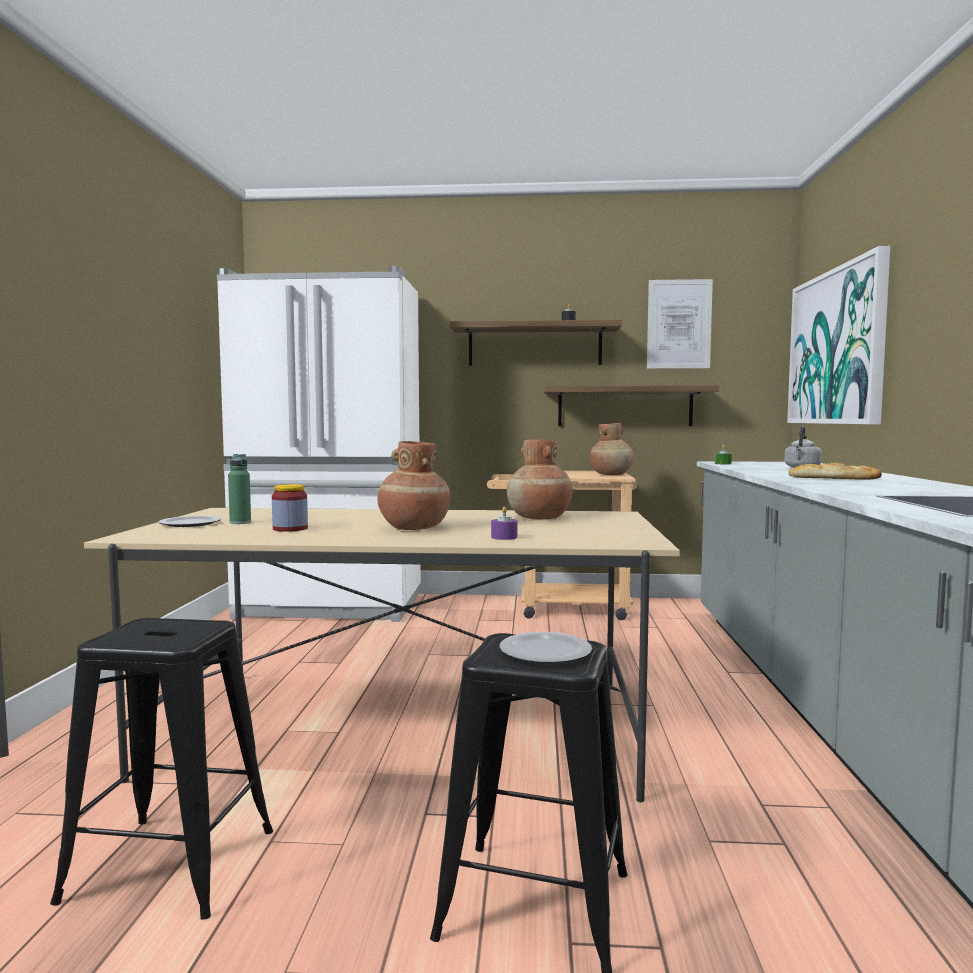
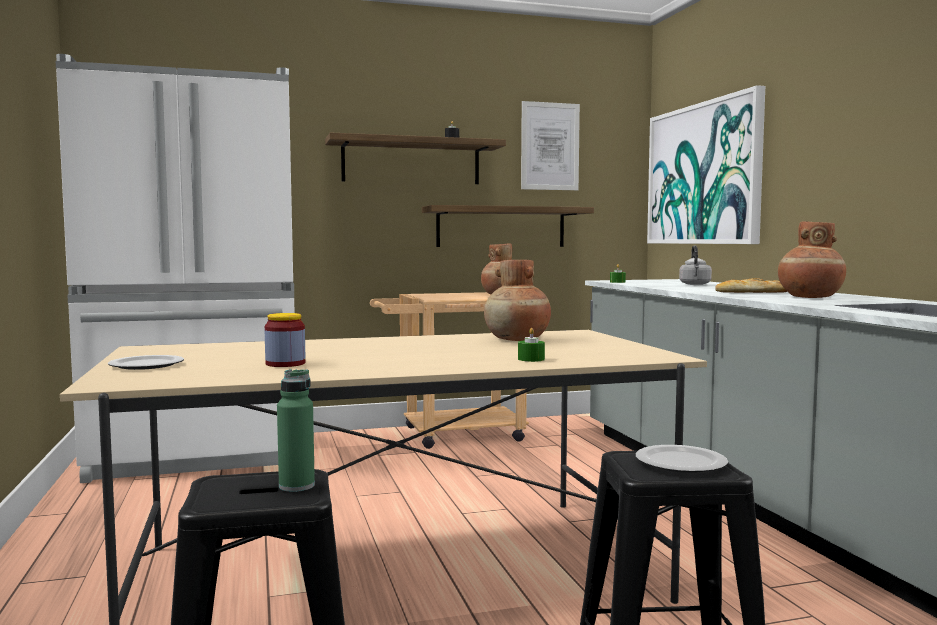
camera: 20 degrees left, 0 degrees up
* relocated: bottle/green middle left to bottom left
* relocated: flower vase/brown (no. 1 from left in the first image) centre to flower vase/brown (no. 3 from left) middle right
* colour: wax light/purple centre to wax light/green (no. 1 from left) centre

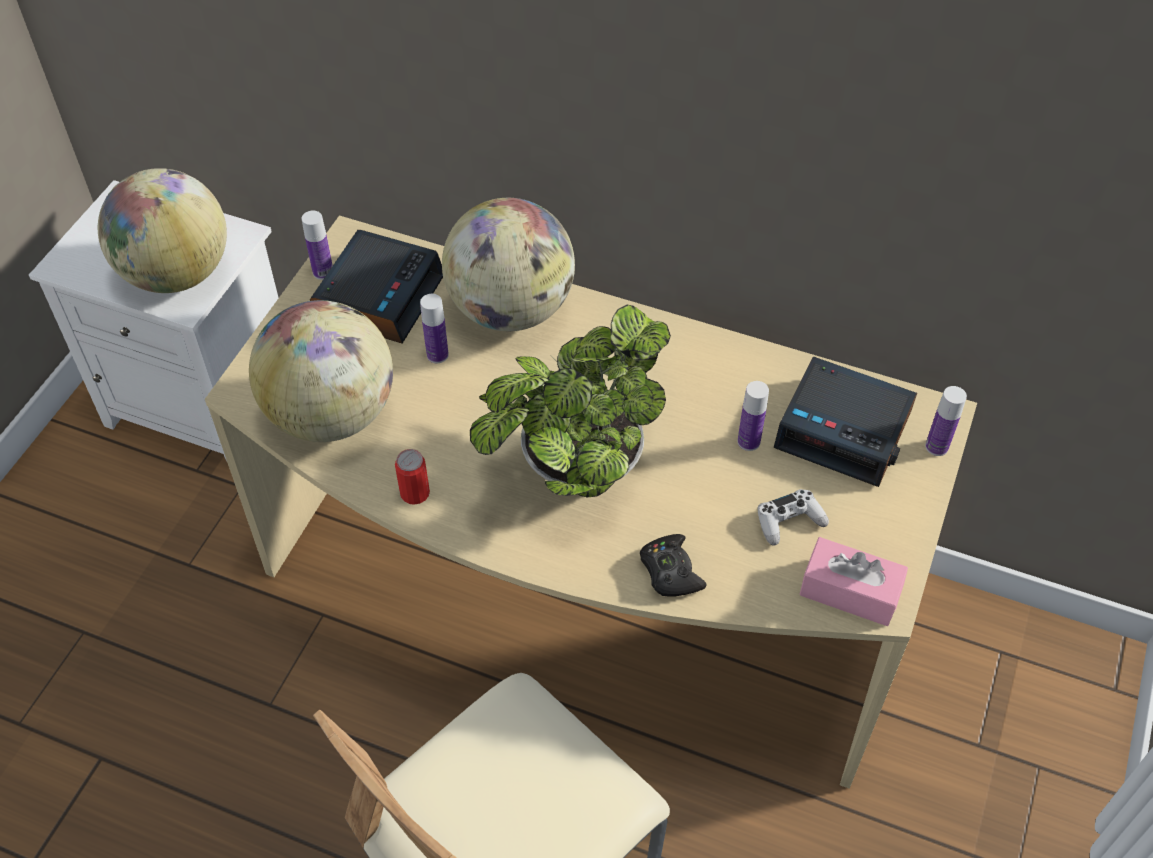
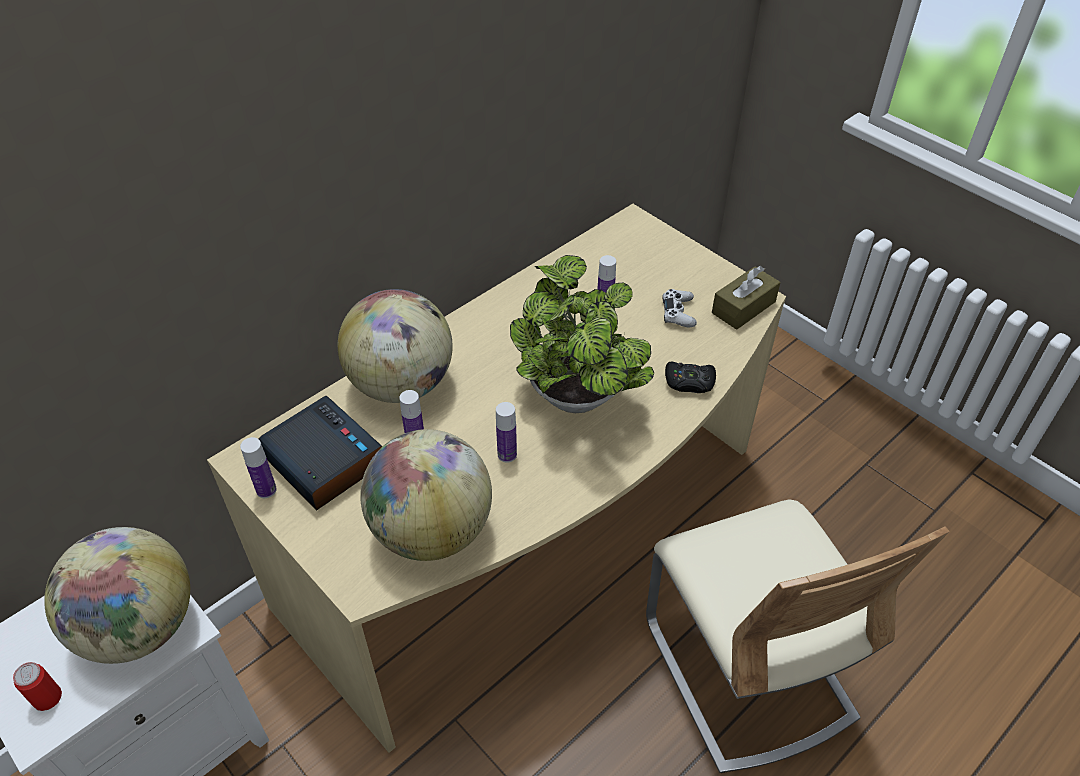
camera: 65 degrees left, 5 degrees down
* missing: table clock (no. 2 from left) middle right
* relocated: can centre to bottom left
* relocated: bottle (no. 4 from left in the first image) middle right to bottle (no. 3 from left) centre
* colour: tissue holder/pink bottom right to tissue holder/brown middle right

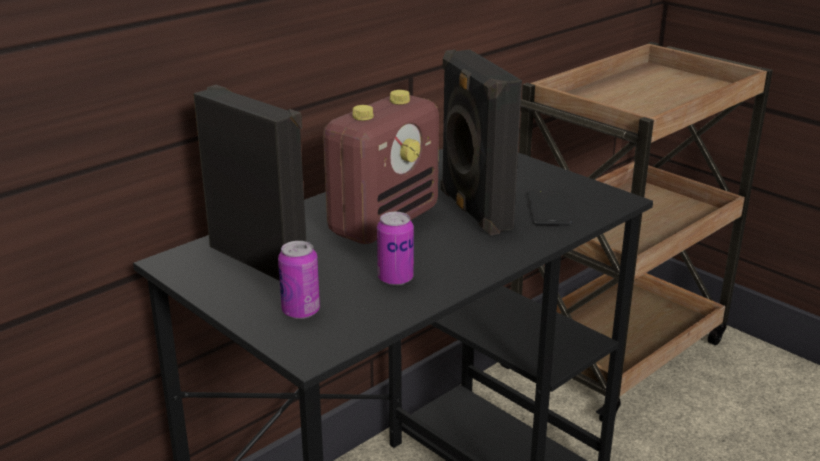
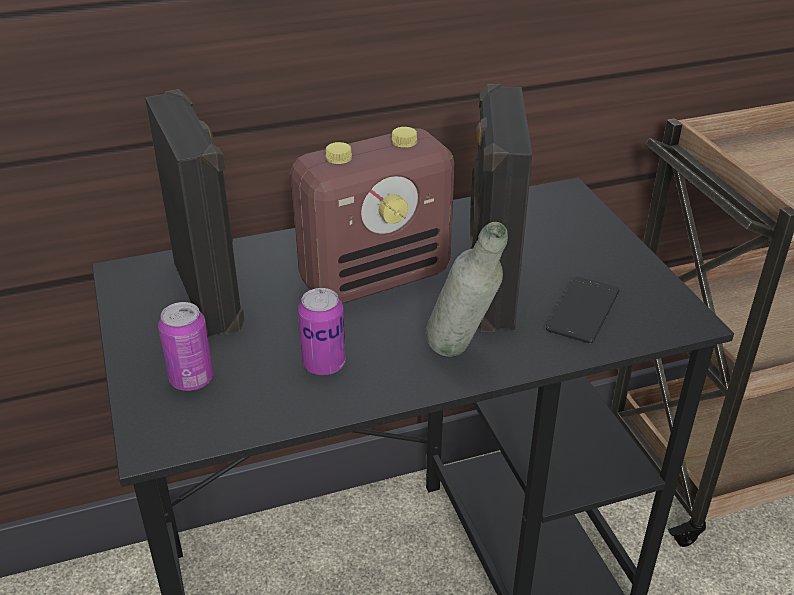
camera: 25 degrees right, 10 degrees up
* appeared: bottle/grey centre

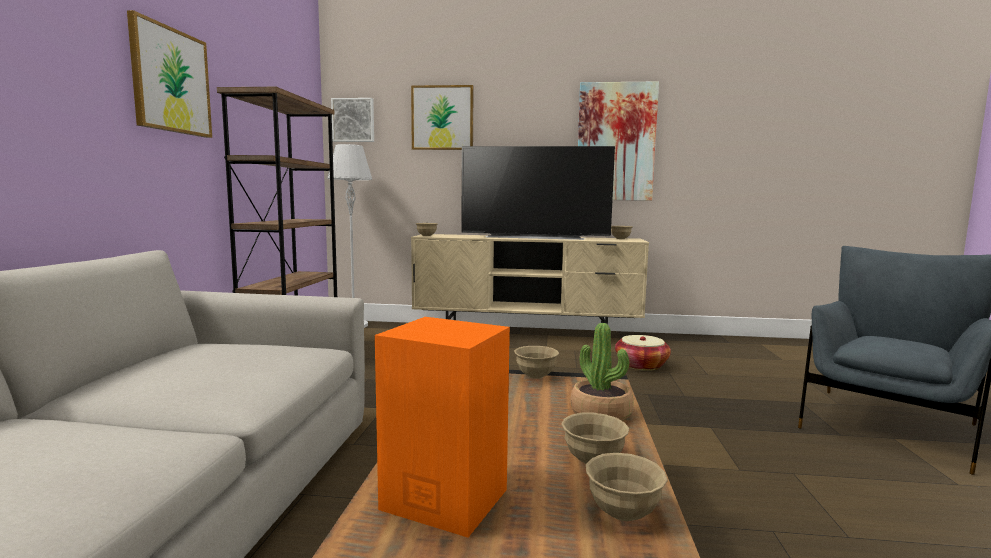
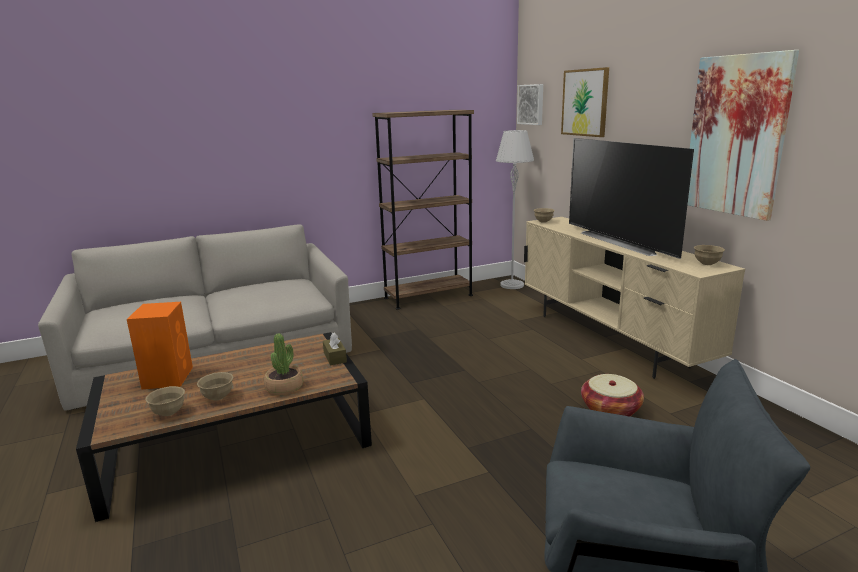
camera: 60 degrees right, 10 degrees up
* missing: picture (no. 1 from left) top left
* exchanged: deep dish/beige (no. 2 from left) centre to tissue holder/brown centre

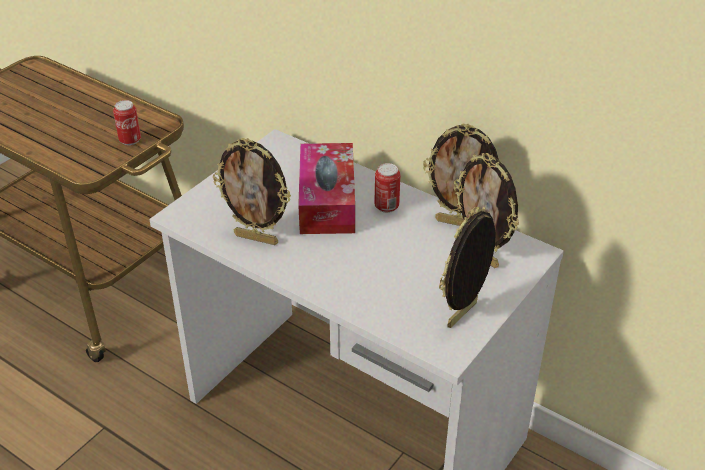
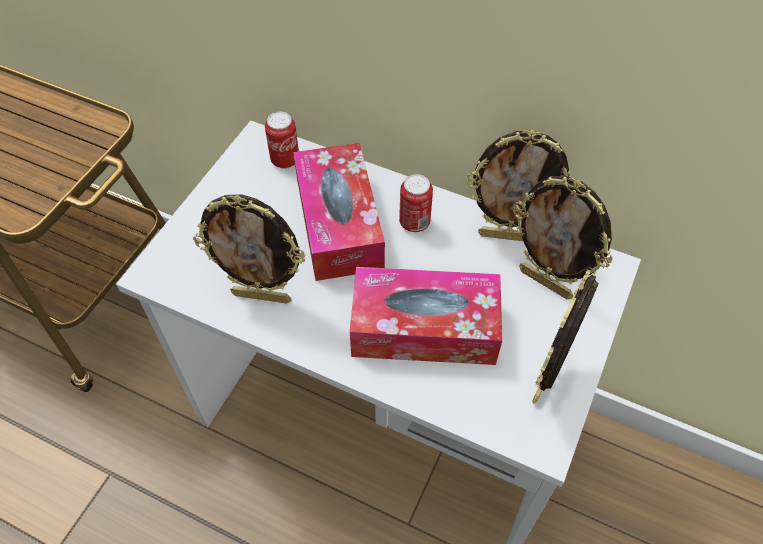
camera: 10 degrees left, 15 degrees up
* appeared: tissue holder (no. 2 from left) centre
* relocated: can (no. 1 from left) top left to top centre

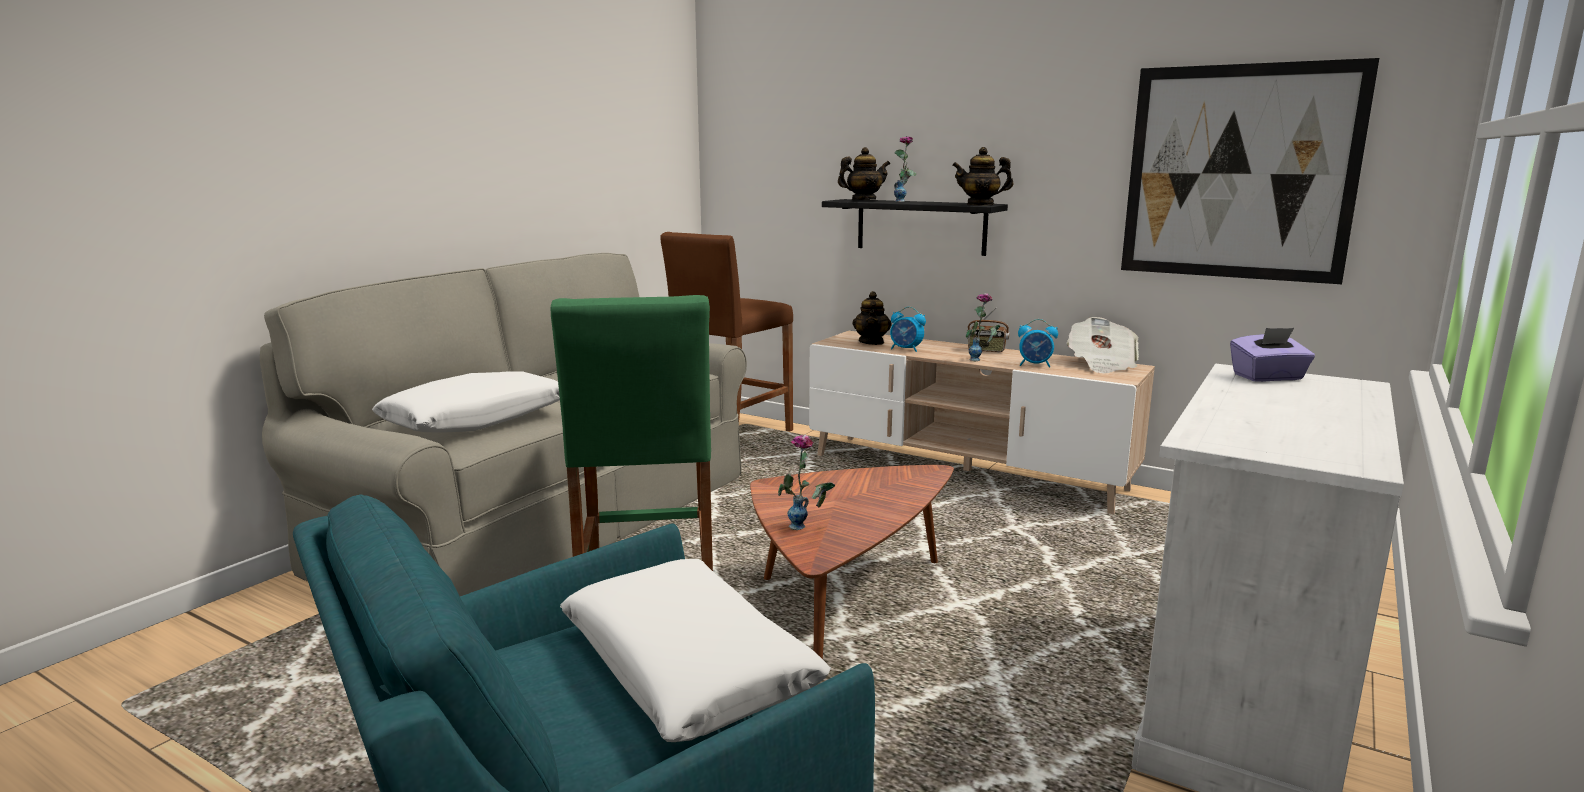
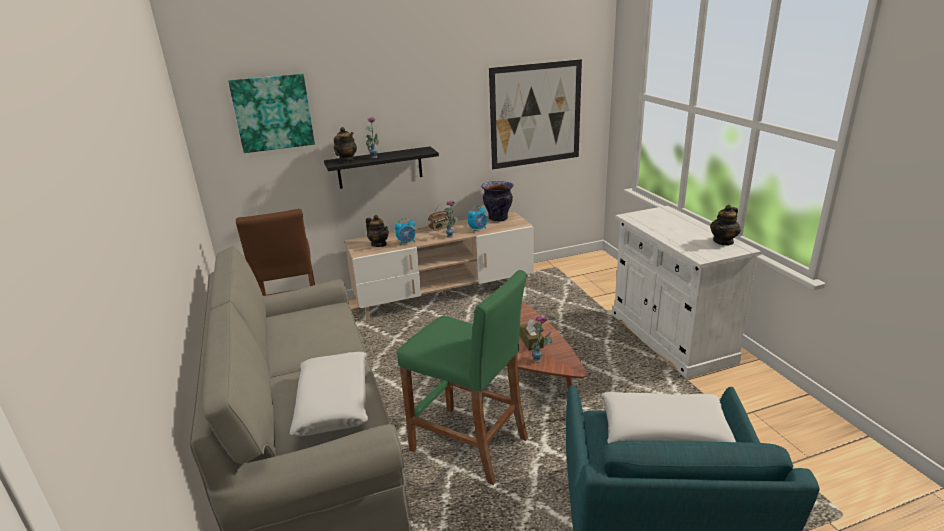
camera: 50 degrees left, 10 degrees up
* missing: tissue holder/purple middle right
* appeared: picture (no. 1 from left) top left
* appeared: tissue holder/brown centre
* relocated: pot for tea (no. 3 from left) top centre to middle right
* exchanged: newspaper middle right to flower vase (no. 3 from left) centre

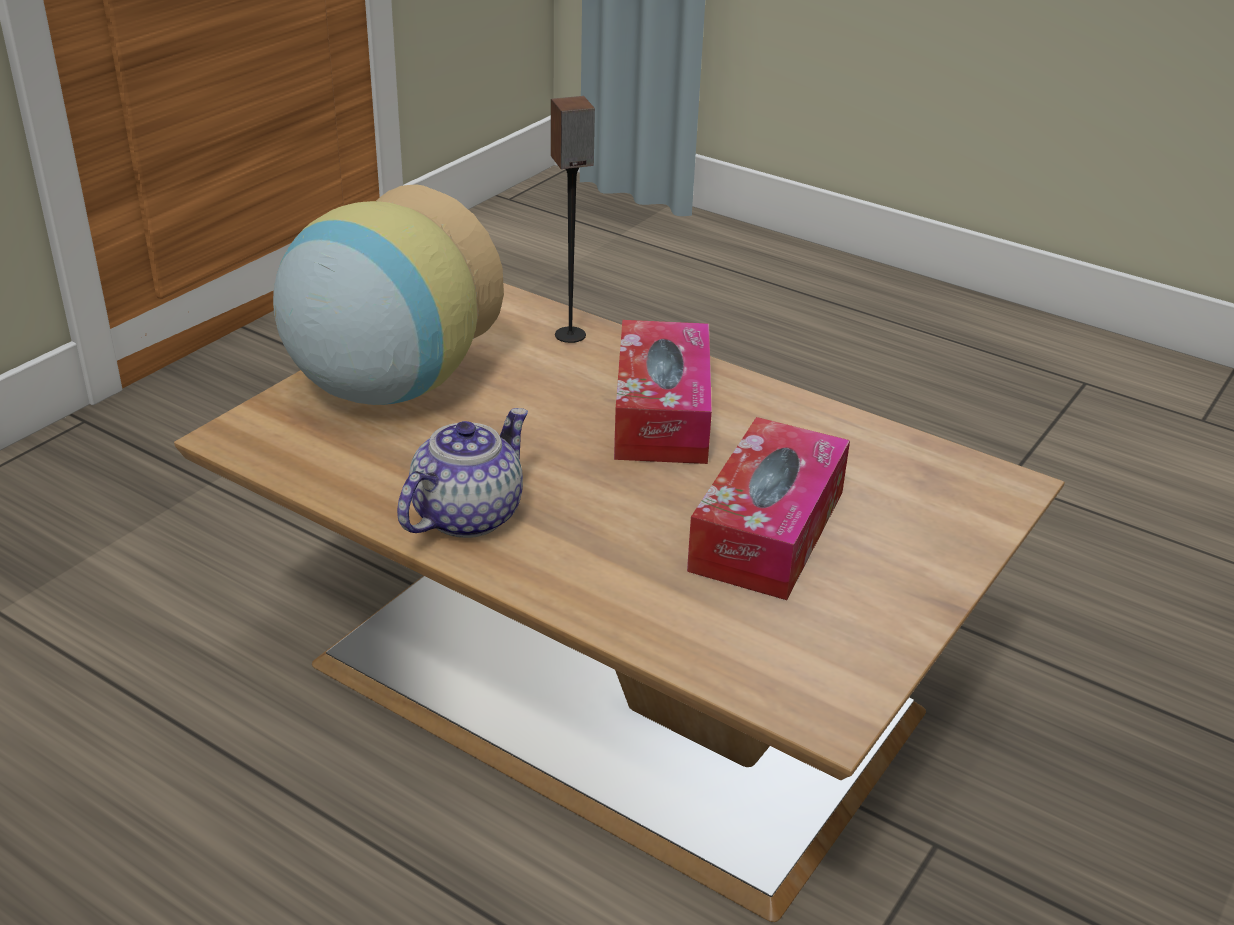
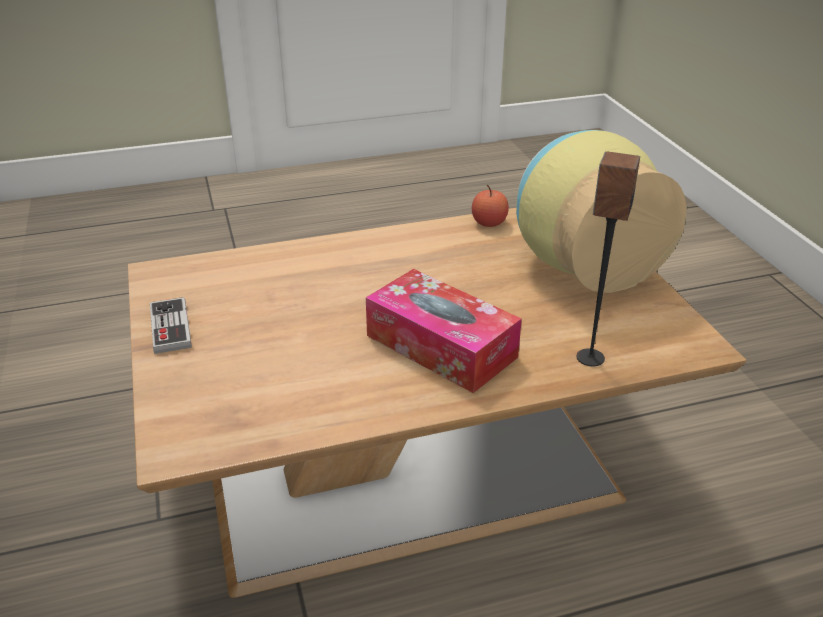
camera: 130 degrees right, 0 degrees up
* missing: pot for tea centre
* missing: tissue holder (no. 2 from left) centre
* appeared: game controller middle left
* appeared: apple fruit top centre

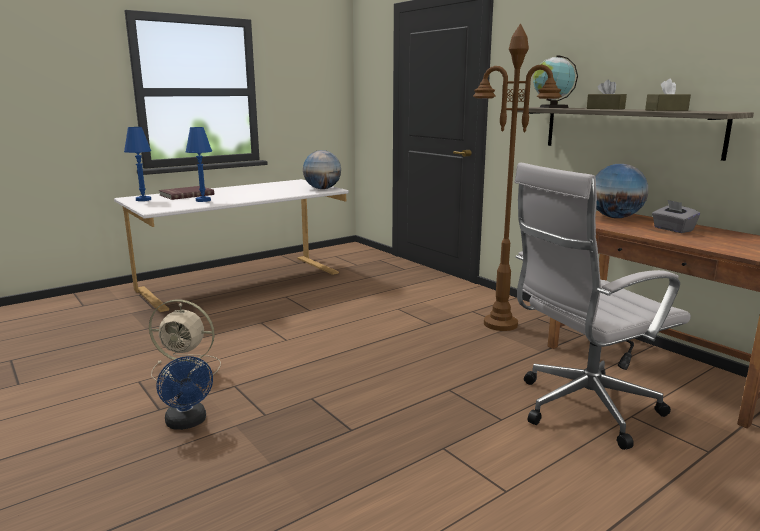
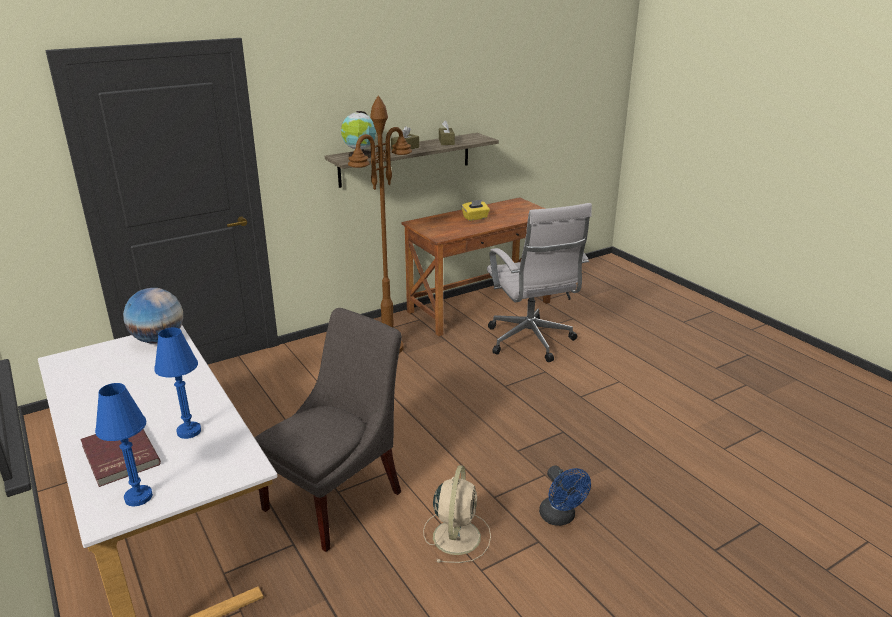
camera: 85 degrees left, 10 degrees up
* missing: desk globe (no. 3 from left) middle right
* appeared: chair/grey bottom centre
* colour: tissue holder/grey middle right to tissue holder/yellowish centre
* spun: cooling fan/blue-coloured bottom left = bottom centre 90 degrees clockwise

